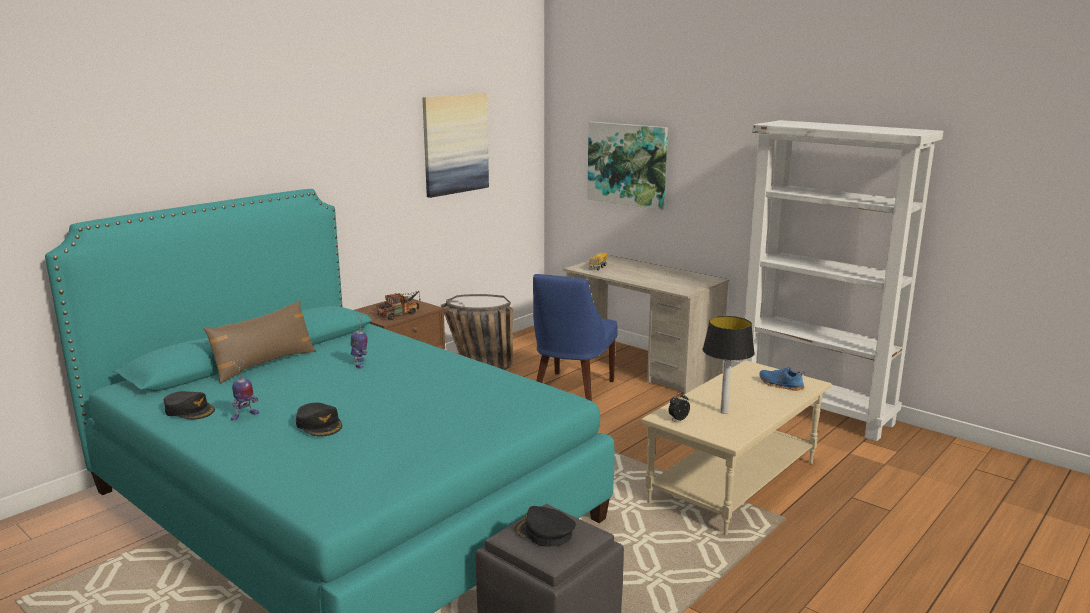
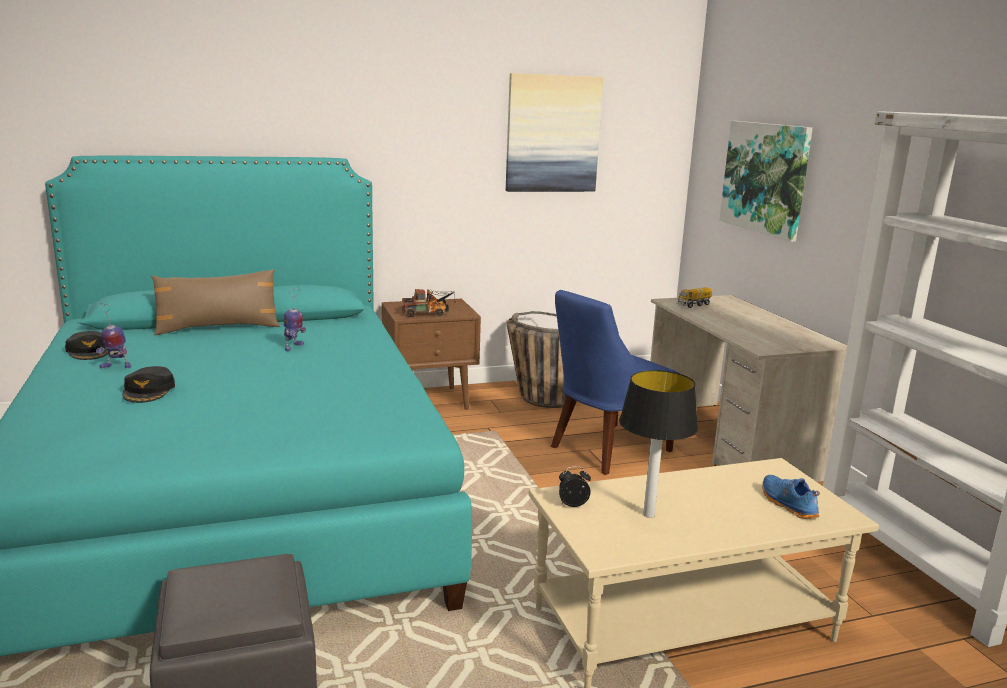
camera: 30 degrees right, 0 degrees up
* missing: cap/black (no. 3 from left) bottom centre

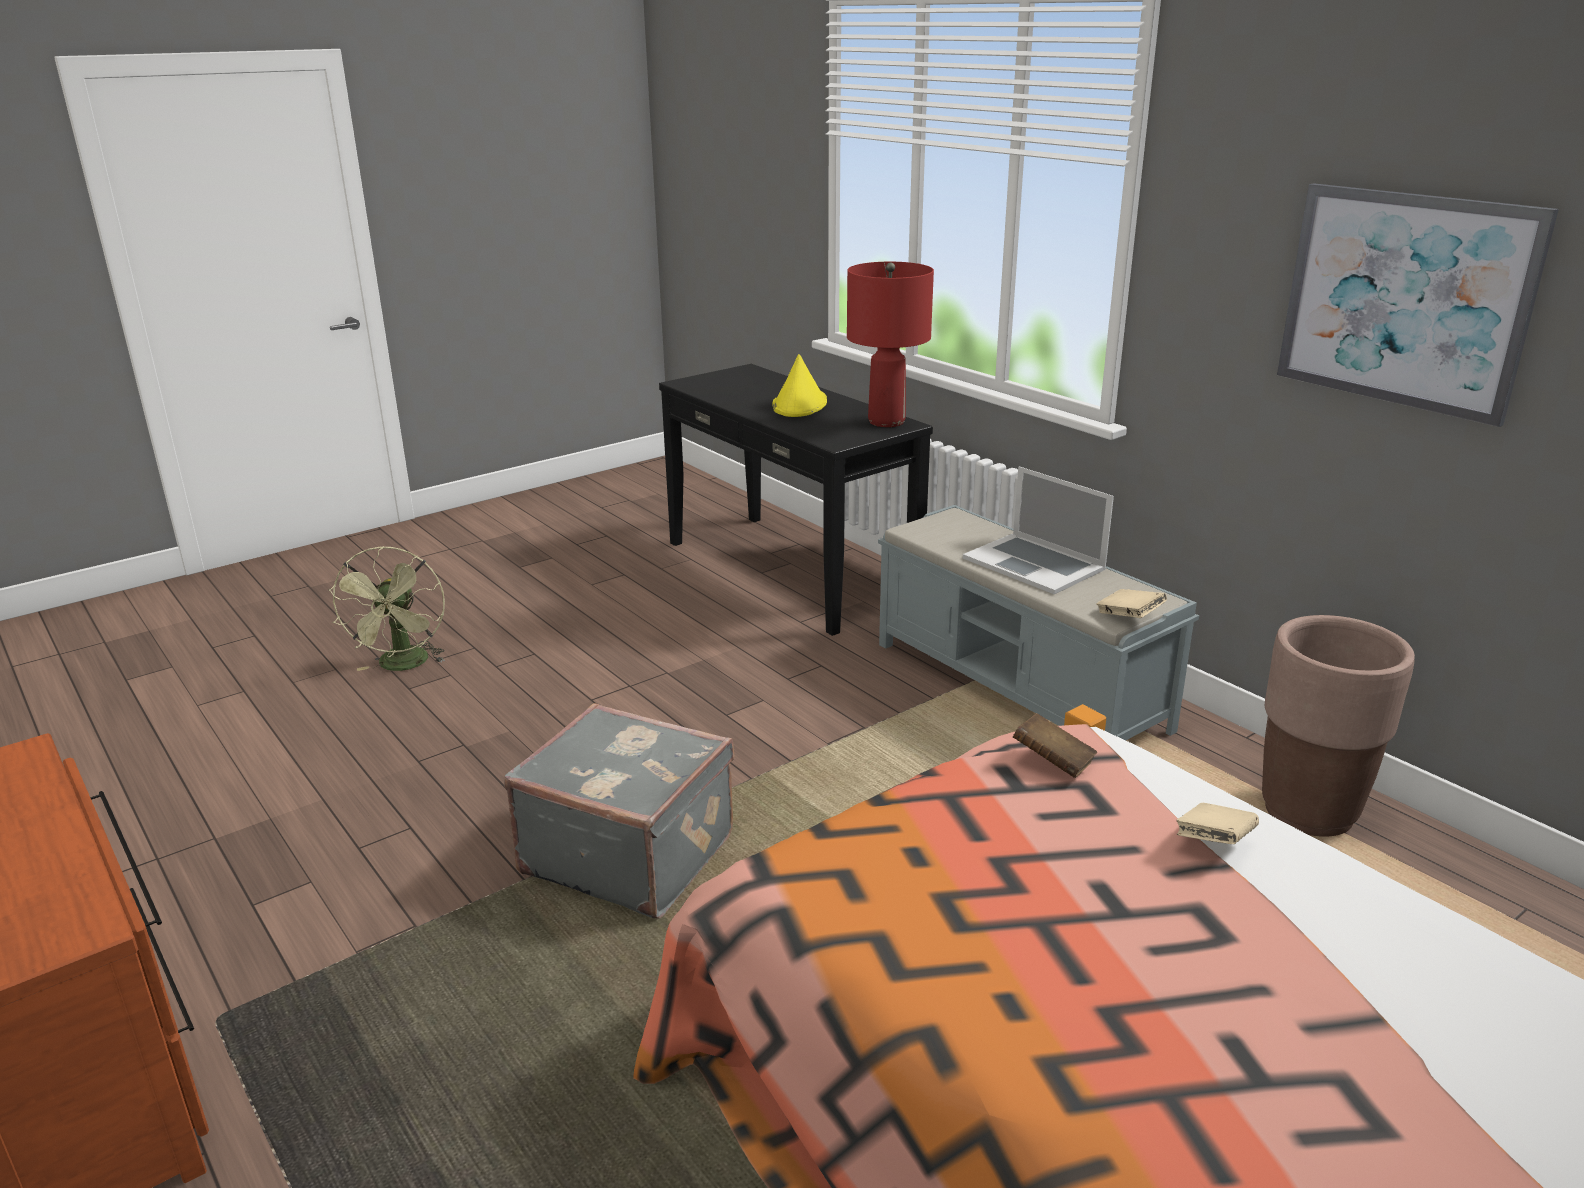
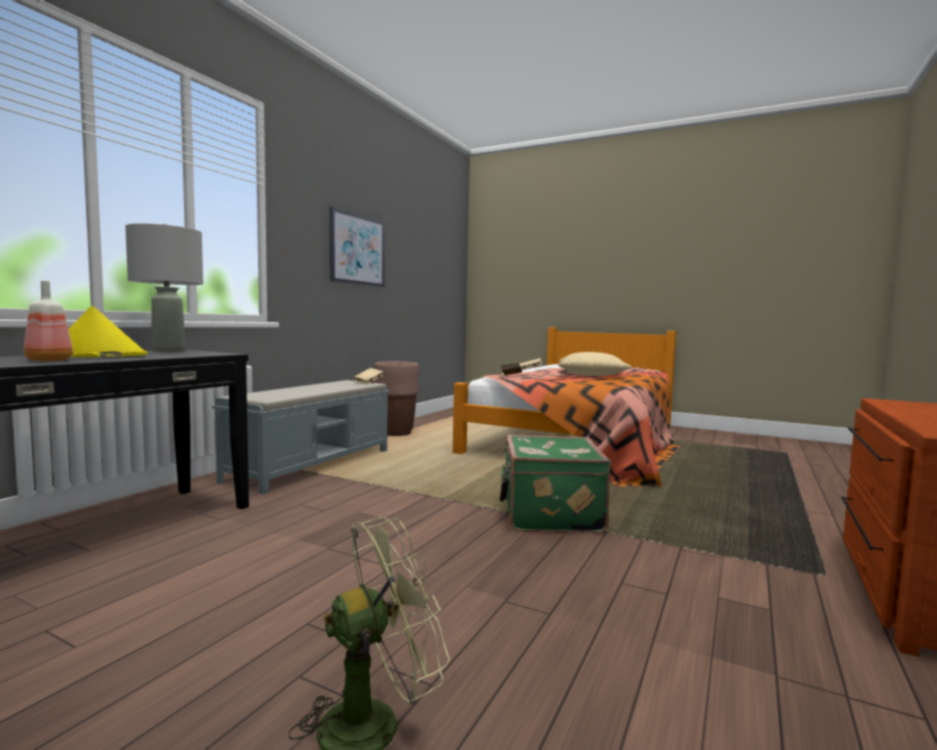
camera: 115 degrees left, 20 degrees down
* missing: notebook computer centre
* appeared: bottle middle left
* appeared: cushion/beige centre
* colour: travel case/grey bottom centre to travel case/green centre
* colour: tabletop lamp/red top centre to tabletop lamp/grey middle left

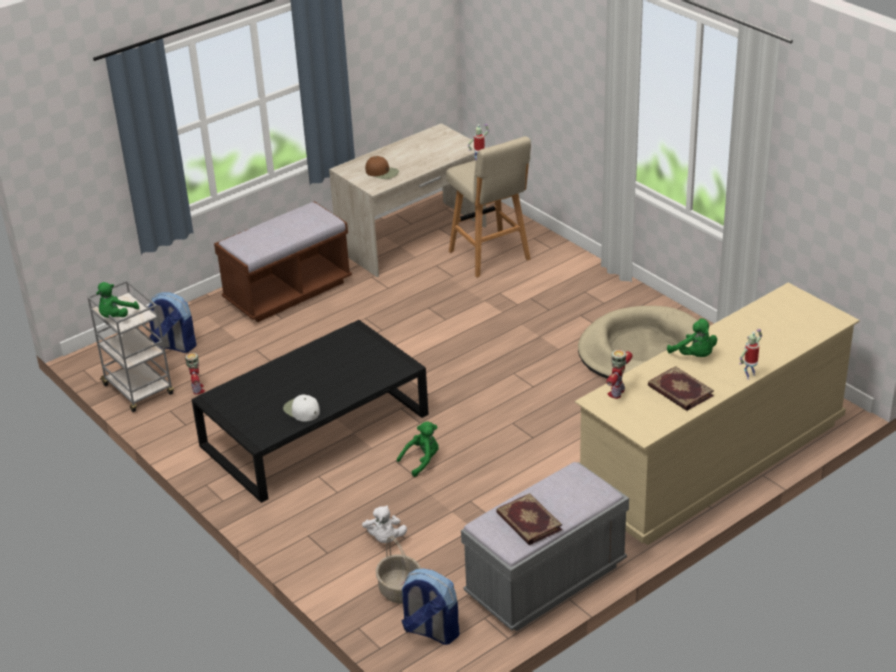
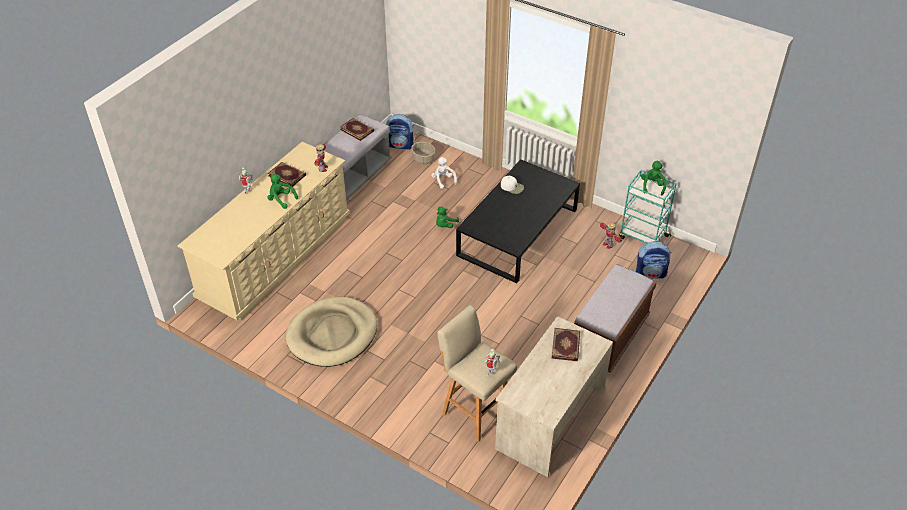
camera: 160 degrees right, 10 degrees up
* exchanged: cap/brown top centre to book (no. 3 from left) bottom centre
* colour: wheeled cart/grey middle left to wheeled cart/turquoise-coloured middle right

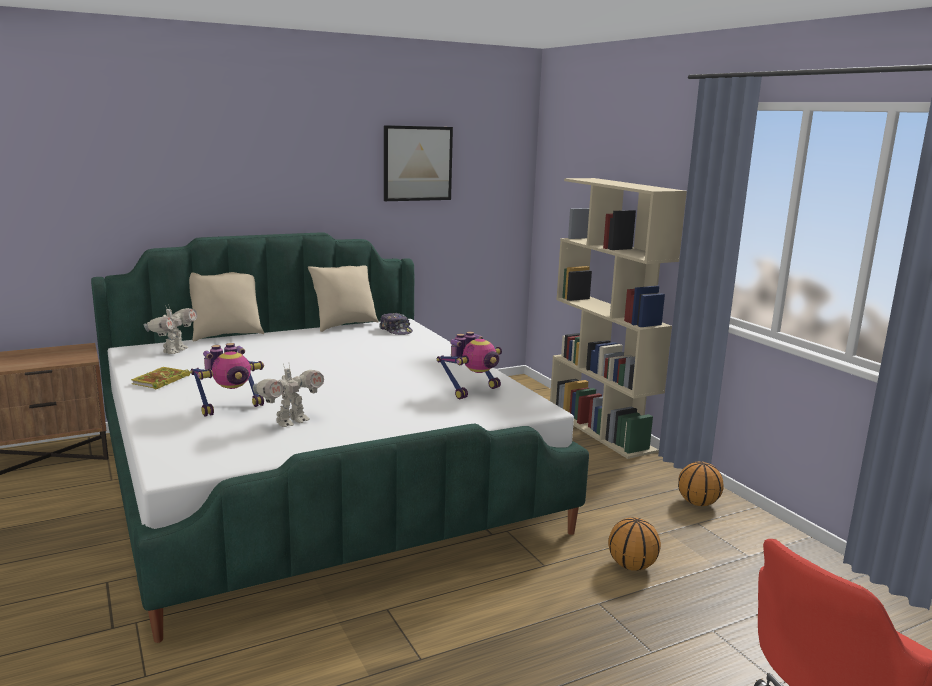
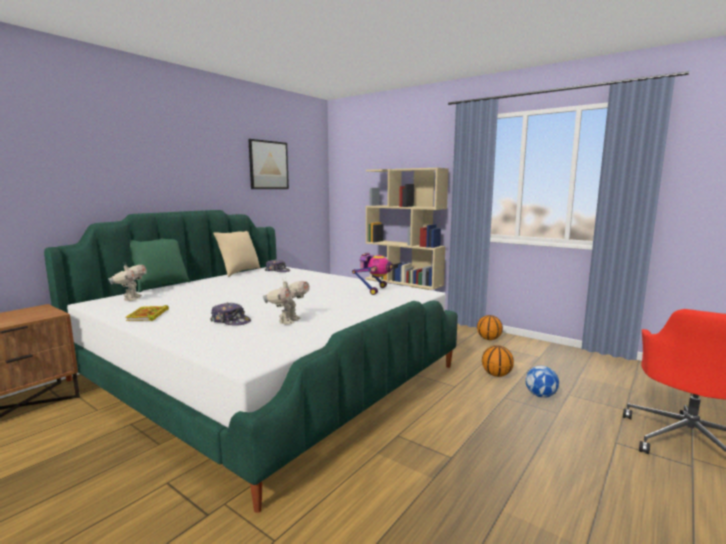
camera: 25 degrees left, 5 degrees down
* appeared: ball for football bottom right
* exchanged: robot figure (no. 2 from left) middle left to cap (no. 1 from left) middle left
* colour: cushion/beige (no. 1 from left) middle left to cushion/green middle left

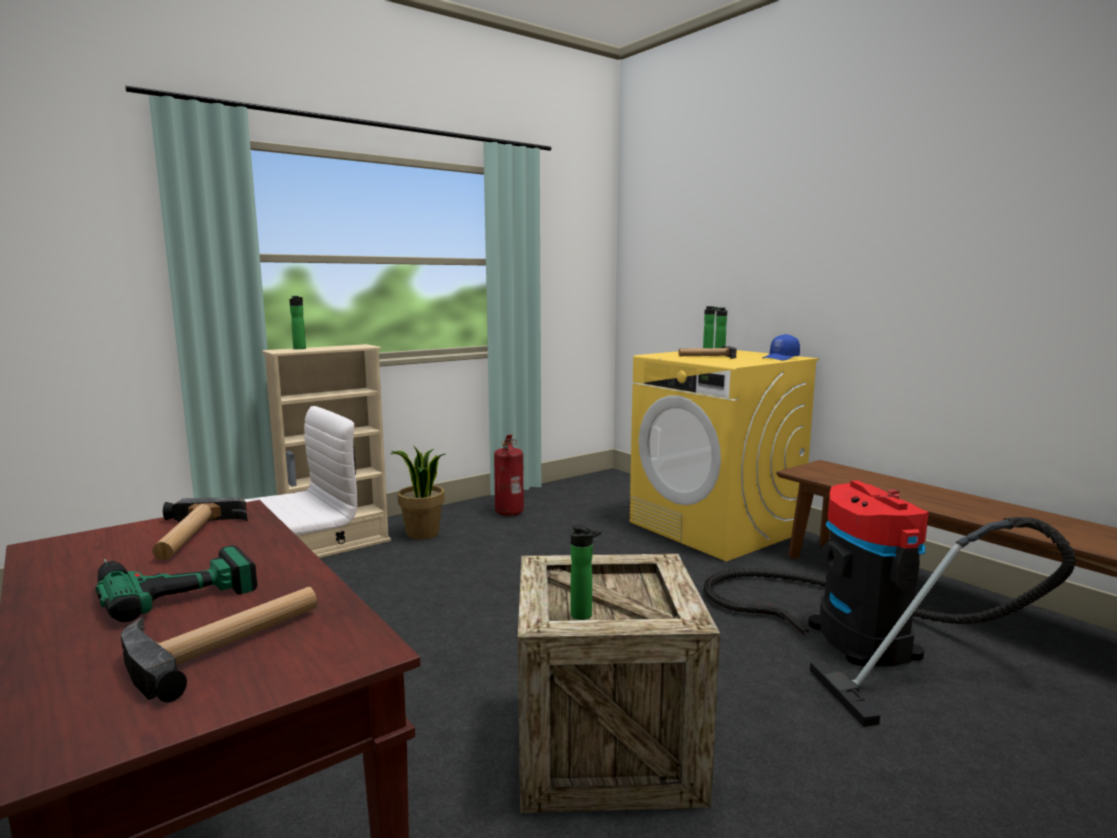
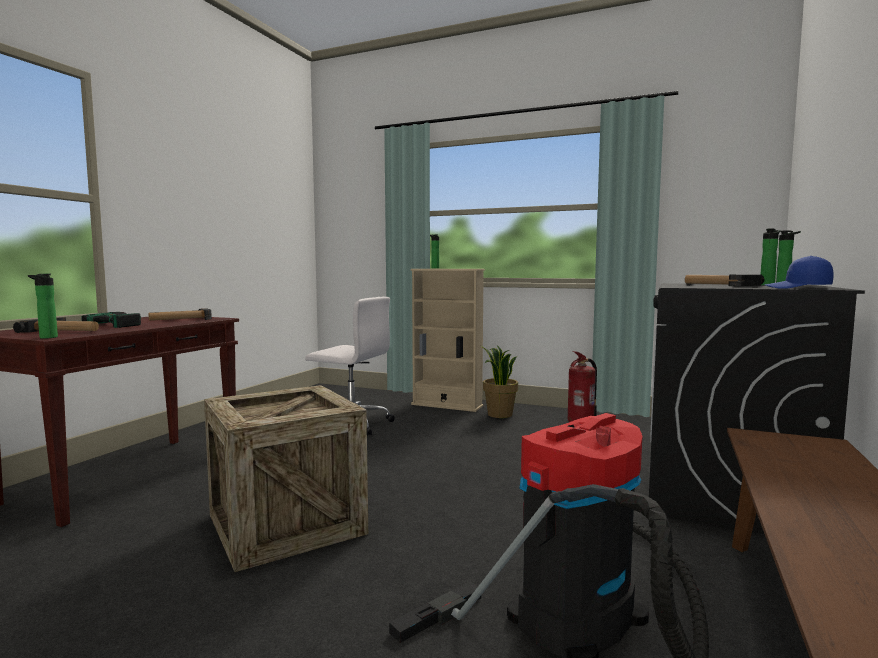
camera: 60 degrees right, 5 degrees down
* relocated: bottle (no. 2 from left in the first image) bottom centre to bottle (no. 1 from left) middle left
* colour: washing machine/yellowish centre to washing machine/black middle right

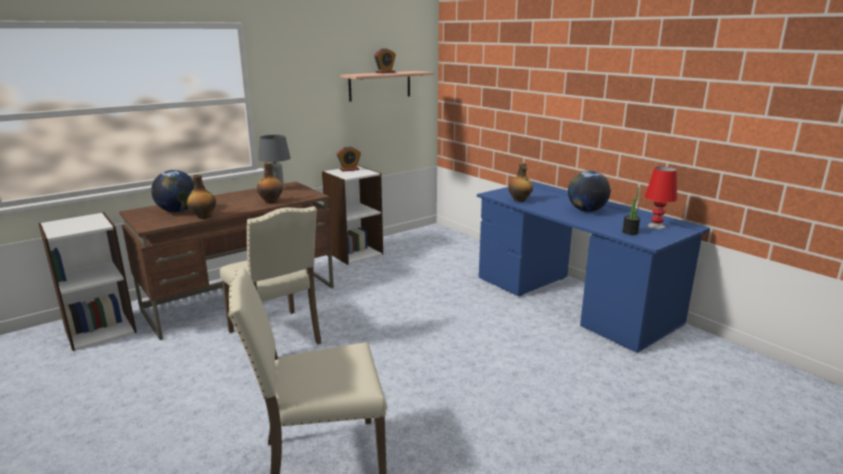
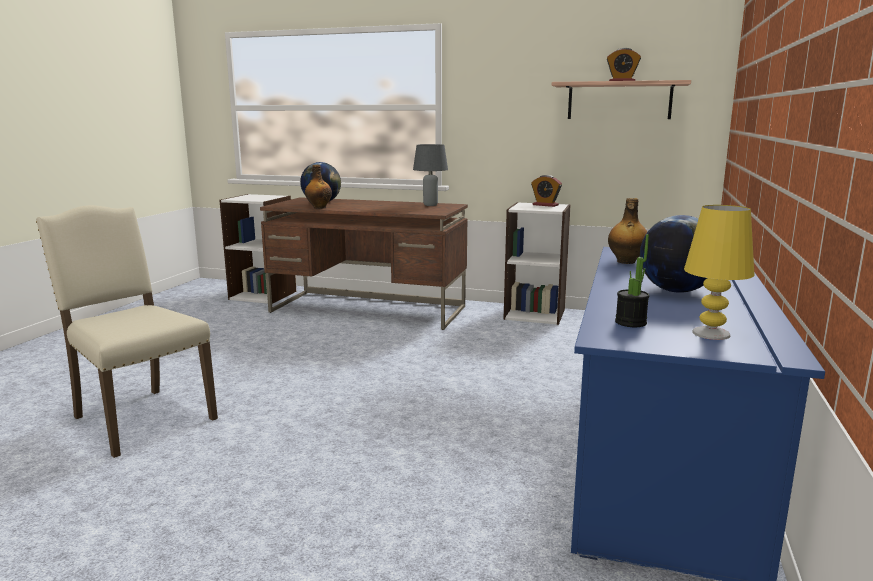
camera: 55 degrees right, 5 degrees down
* missing: chair/beige (no. 1 from left) middle left
* missing: bottle (no. 2 from left) middle left
* colour: tabletop lamp/red middle right to tabletop lamp/yellowish middle right

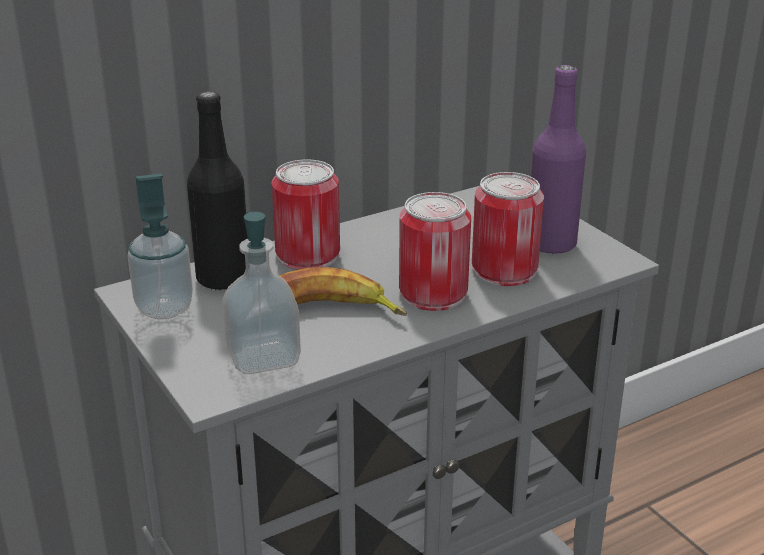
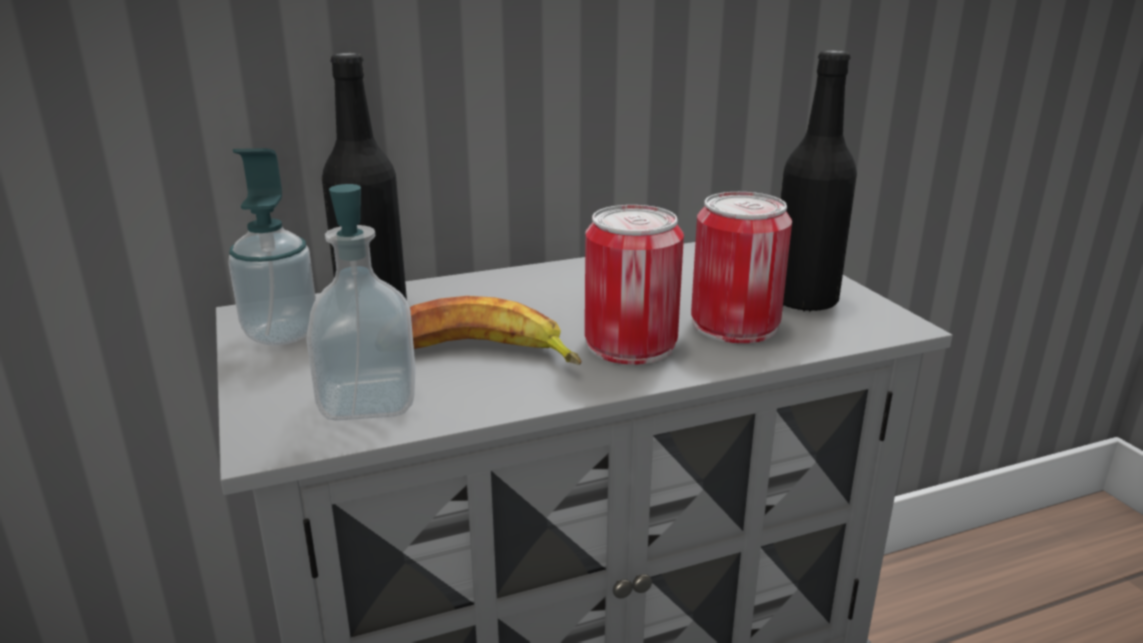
camera: 10 degrees right, 5 degrees down
* missing: can (no. 1 from left) centre
* colour: bottle/purple top right to bottle/black (no. 2 from left) top right

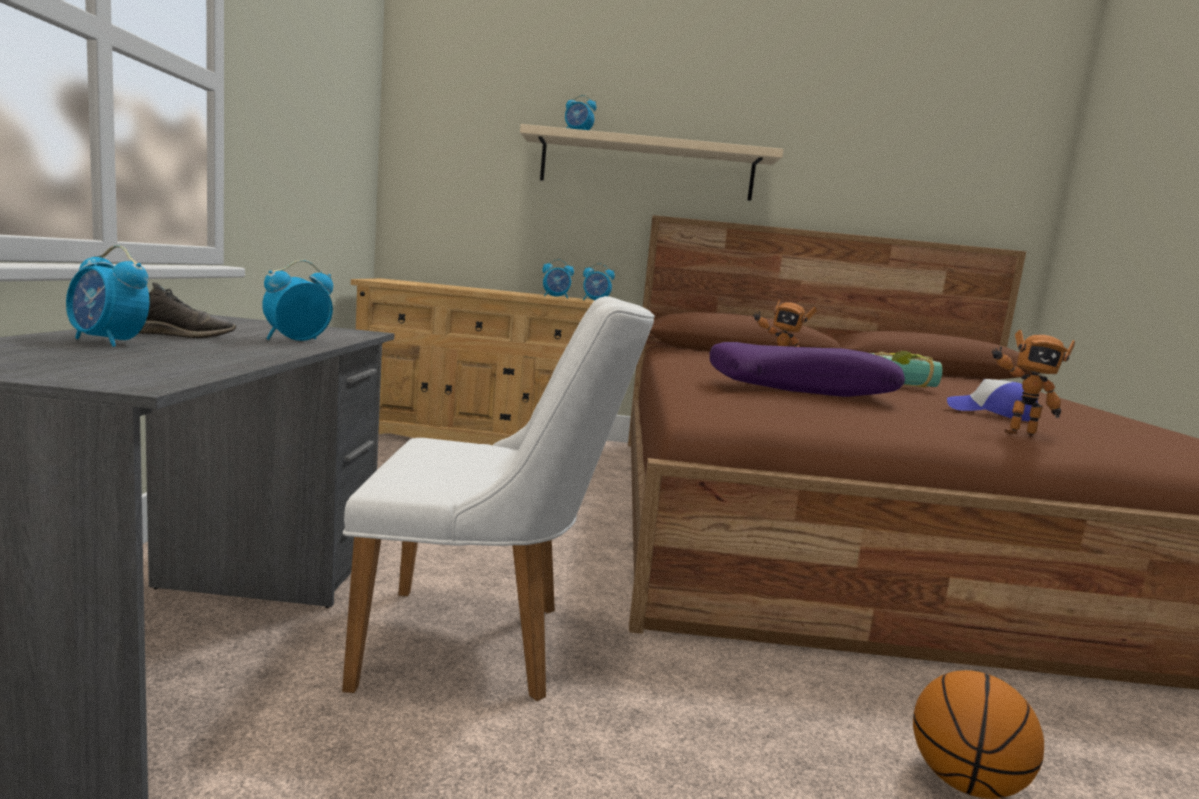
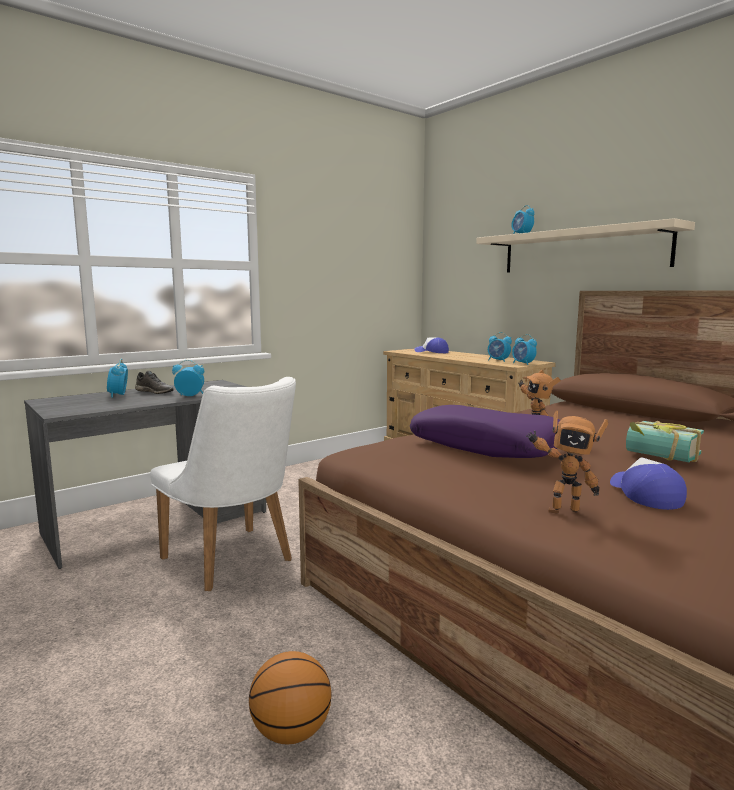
camera: 50 degrees right, 0 degrees up
* appeared: cap (no. 1 from left) centre
* spun: robot figure (no. 2 from left) middle right = middle right 45 degrees counterclockwise

